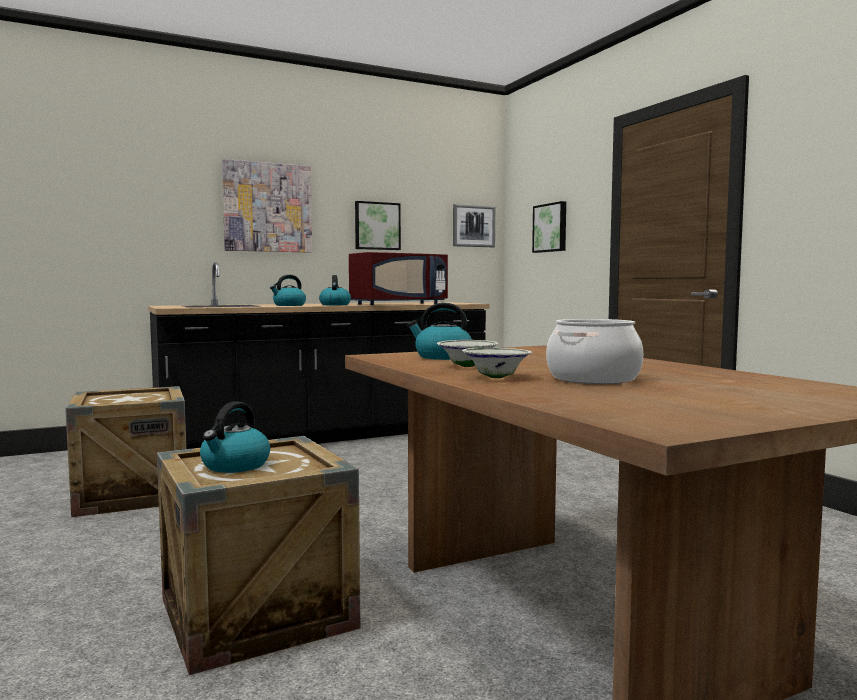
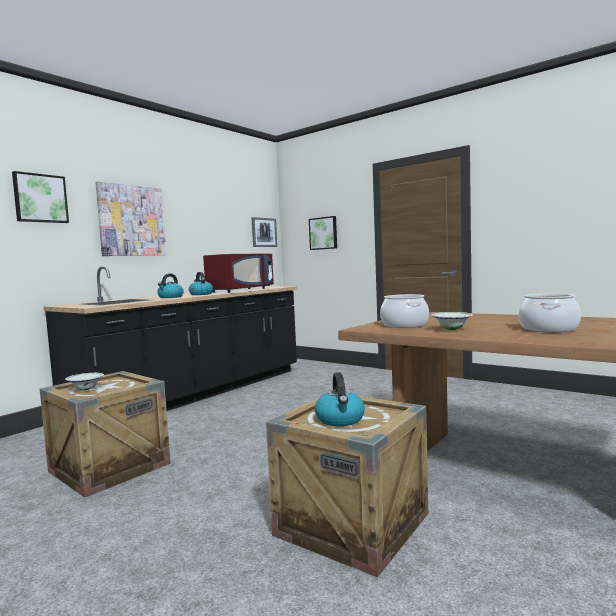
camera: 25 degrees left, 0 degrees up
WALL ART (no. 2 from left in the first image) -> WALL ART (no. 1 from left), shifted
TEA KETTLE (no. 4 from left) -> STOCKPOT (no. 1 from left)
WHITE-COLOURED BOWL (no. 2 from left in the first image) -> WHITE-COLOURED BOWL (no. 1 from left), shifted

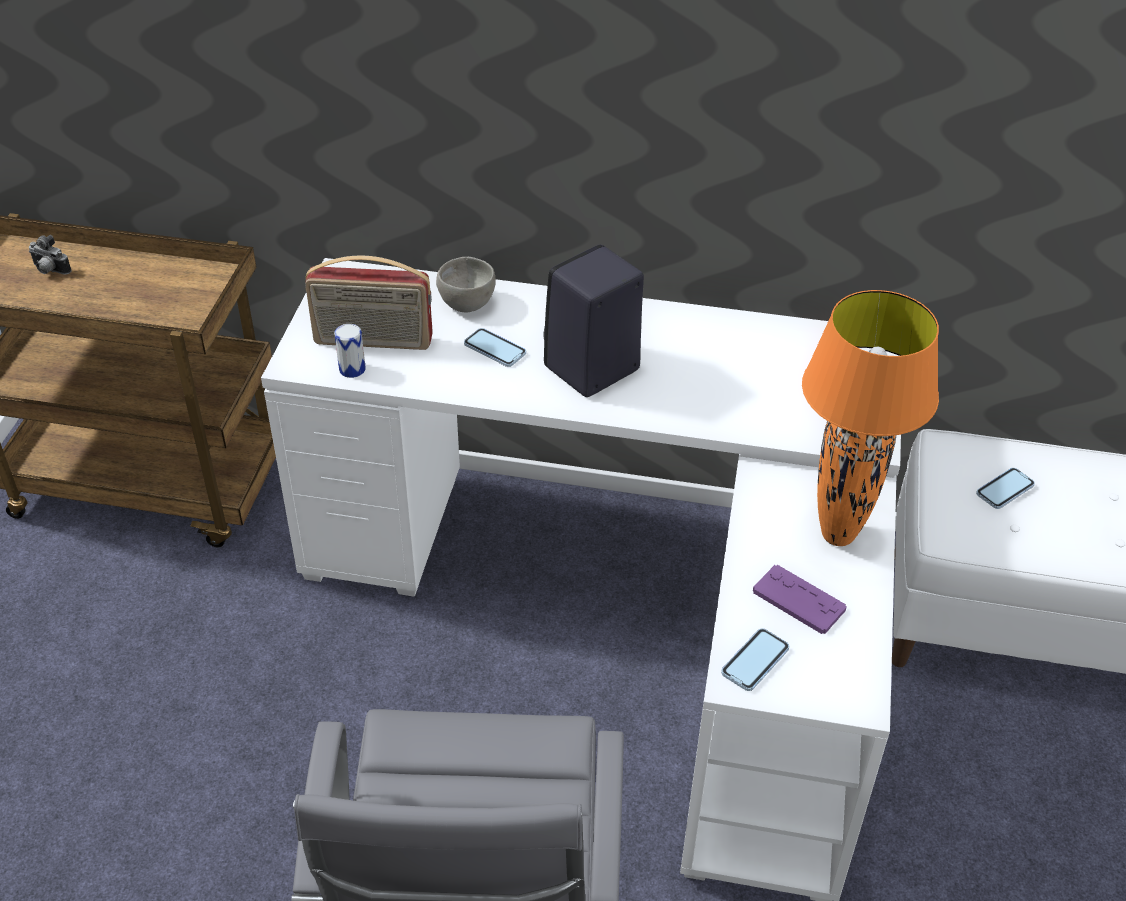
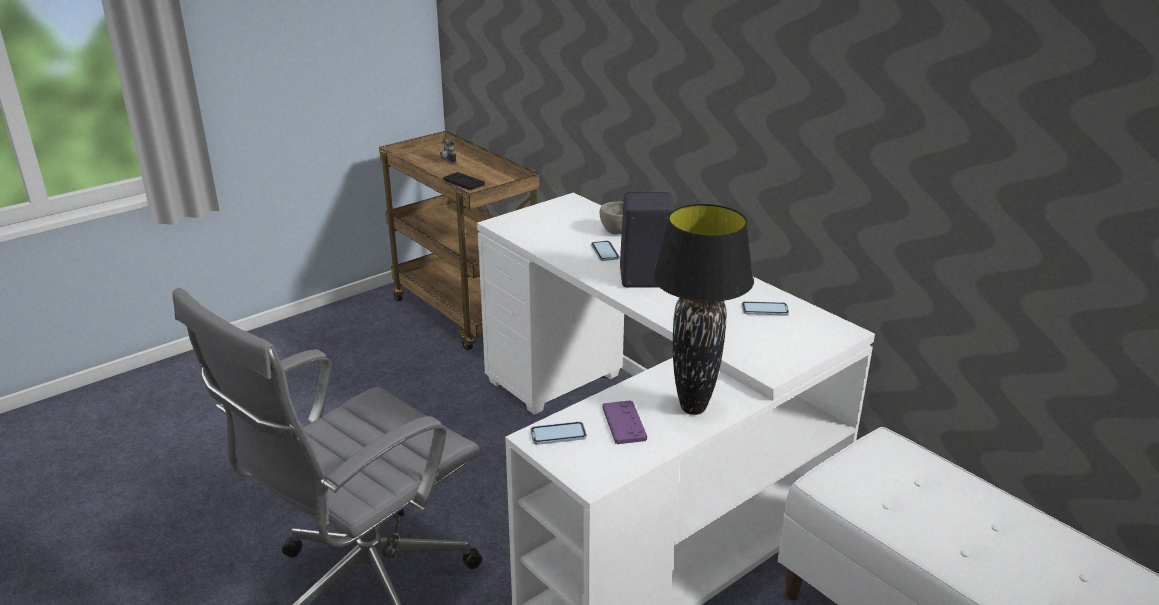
camera: 40 degrees right, 15 degrees down
RADIO RECEIVER -> none
CAN -> none
ORANGEY LAMP FOR A TABLE -> BLACK-COLOURED LAMP FOR A TABLE
PHONE (no. 3 from left), shifted
none -> BLACK-COLOURED JOYPAD

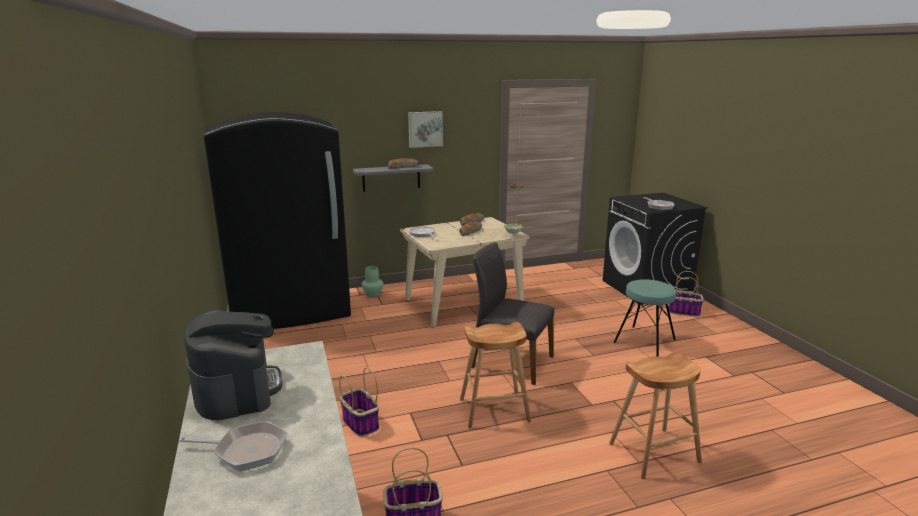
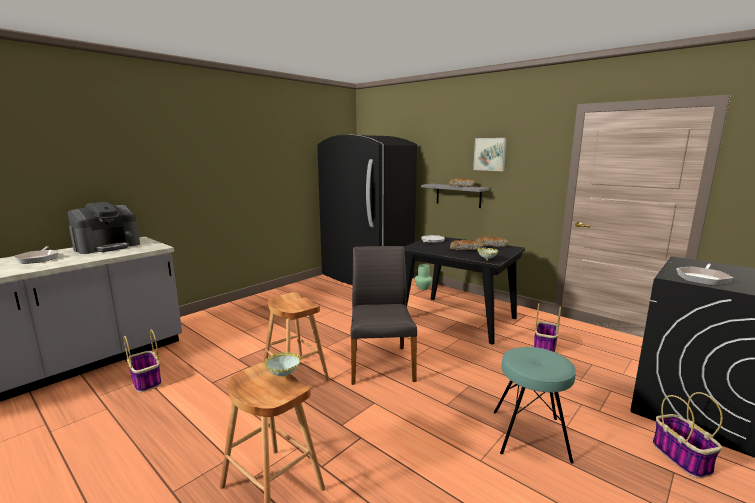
camera: 60 degrees right, 5 degrees down
HOUSEHOLD BASKET (no. 1 from left in the first image) -> HOUSEHOLD BASKET (no. 2 from left), shifted
SAND-COLOURED DINNER TABLE -> BLACK-COLOURED DINNER TABLE
none -> BOWL (no. 1 from left)

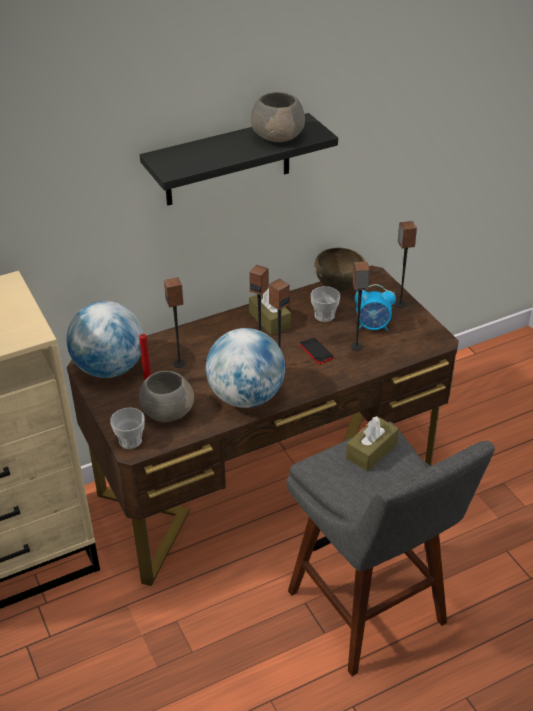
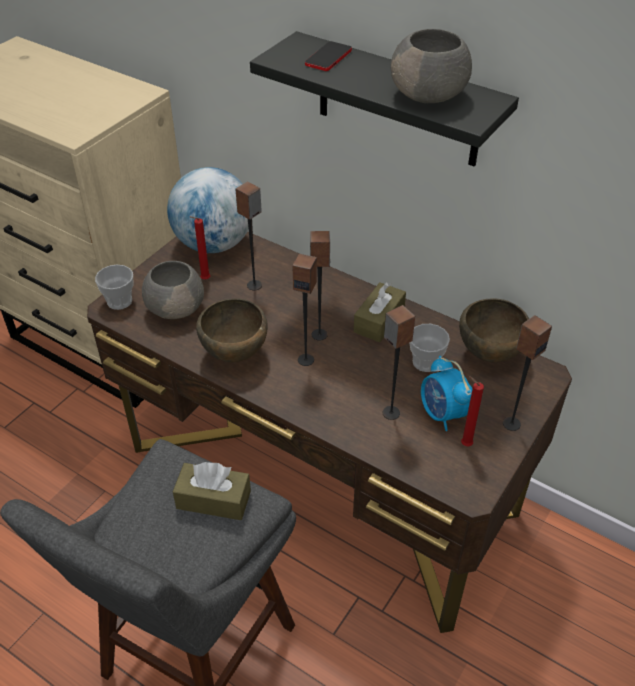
camera: 60 degrees right, 5 degrees up
GLOBE (no. 2 from left) -> BROWN-COLOURED BOWL (no. 1 from left)
PHONE, shifted
none -> REDDISH WAX LIGHT (no. 2 from left)

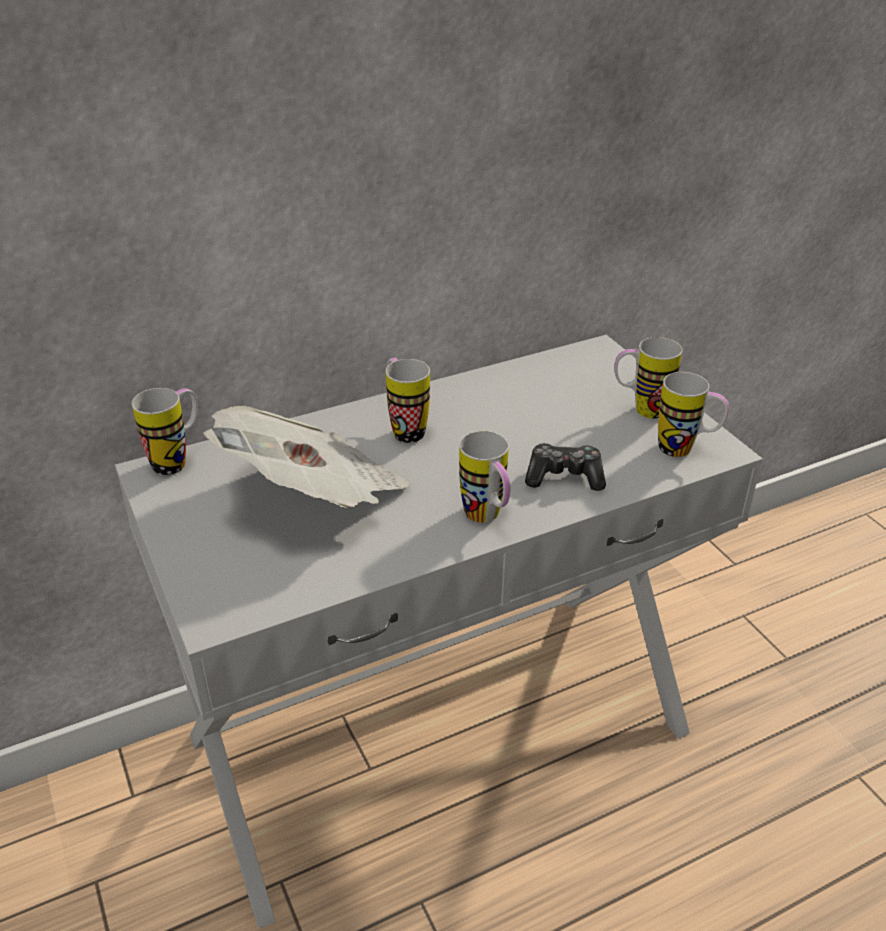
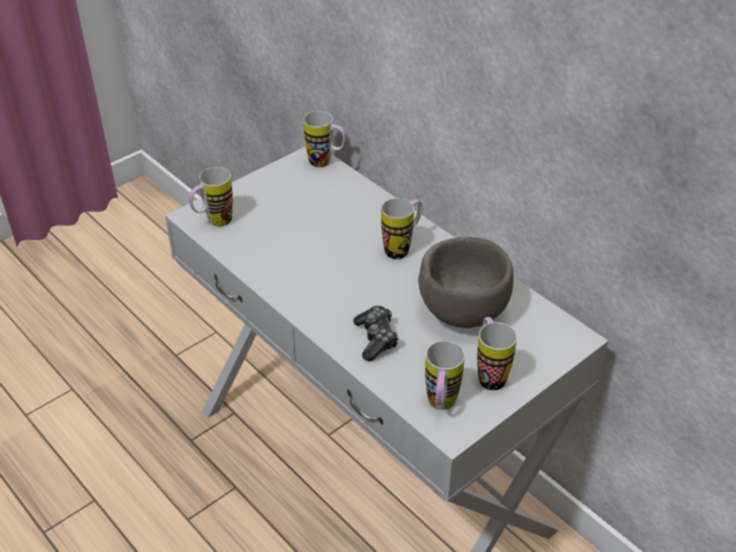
camera: 75 degrees right, 5 degrees up
PRINTED PAPER -> none
MUG (no. 3 from left in the first image) -> MUG (no. 1 from left), shifted
none -> BROWN-COLOURED BOWL

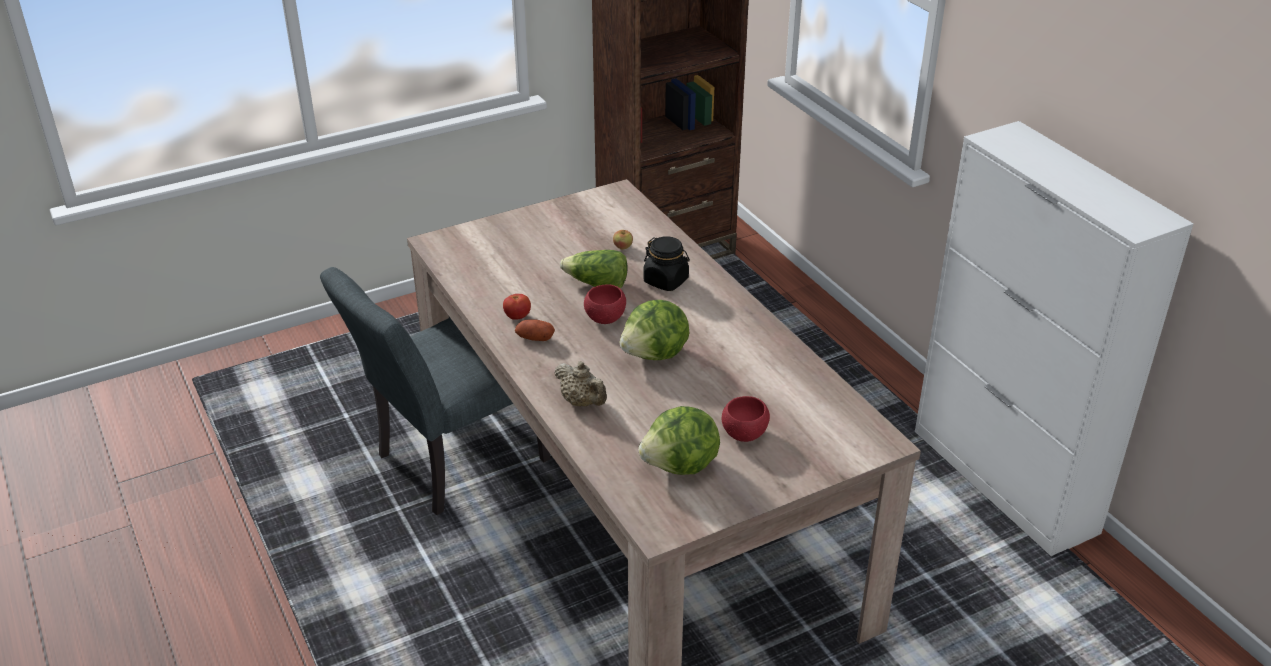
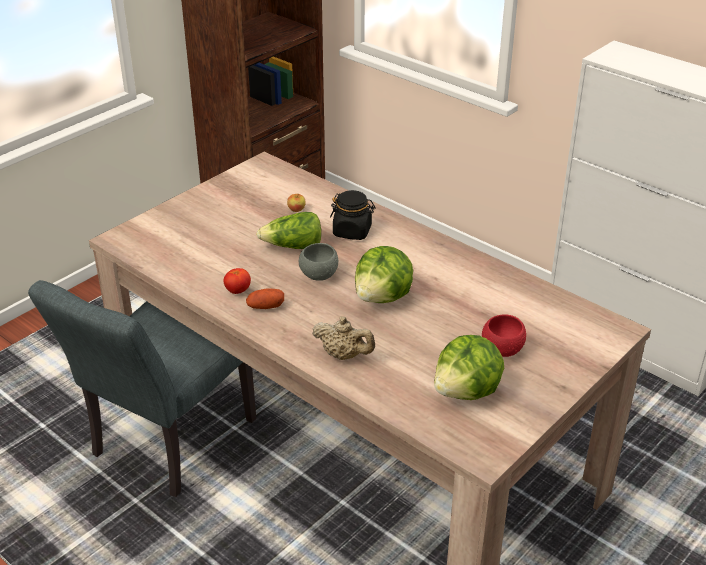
camera: 20 degrees left, 0 degrees up
REDDISH BOWL (no. 1 from left) -> GRAY BOWL

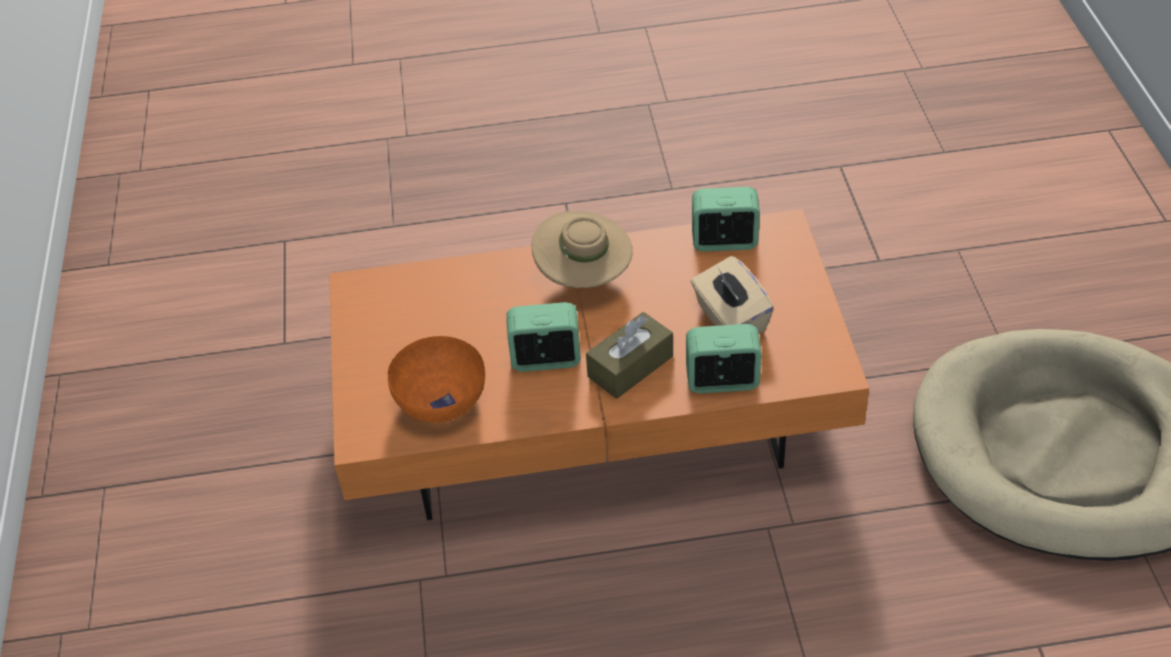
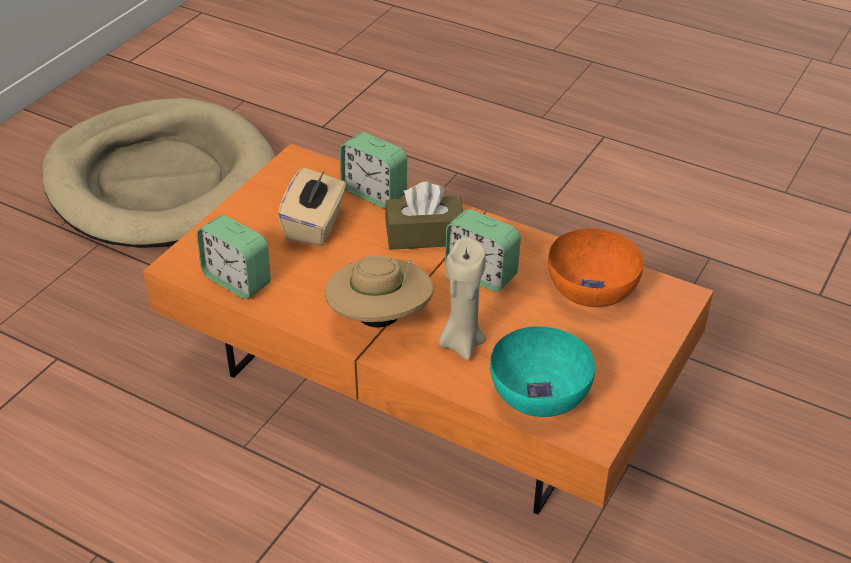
camera: 145 degrees left, 5 degrees down
none -> SAND-COLOURED WAX LIGHT
none -> TURQUOISE-COLOURED BOWL

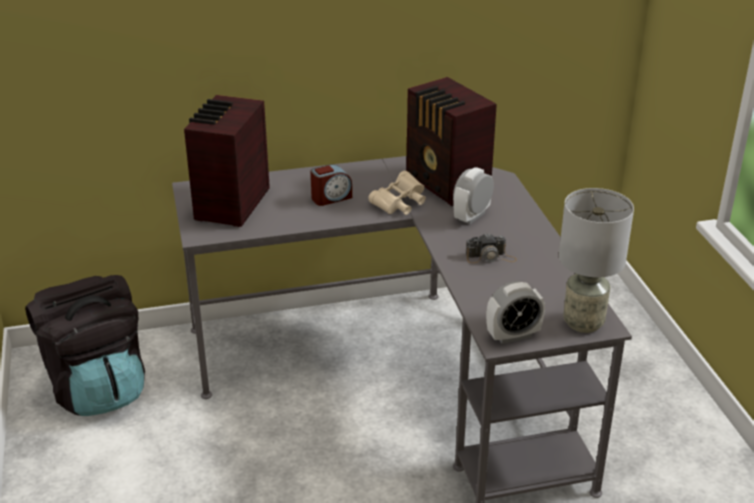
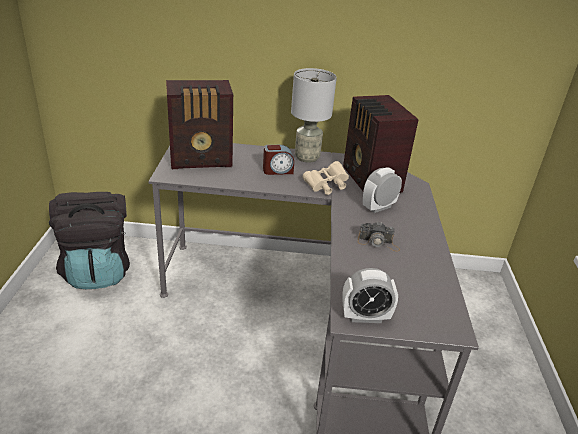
camera: 15 degrees right, 0 degrees up
RADIO RECEIVER (no. 1 from left), 135 degrees counterclockwise
GRAY LAMP FOR A TABLE, shifted

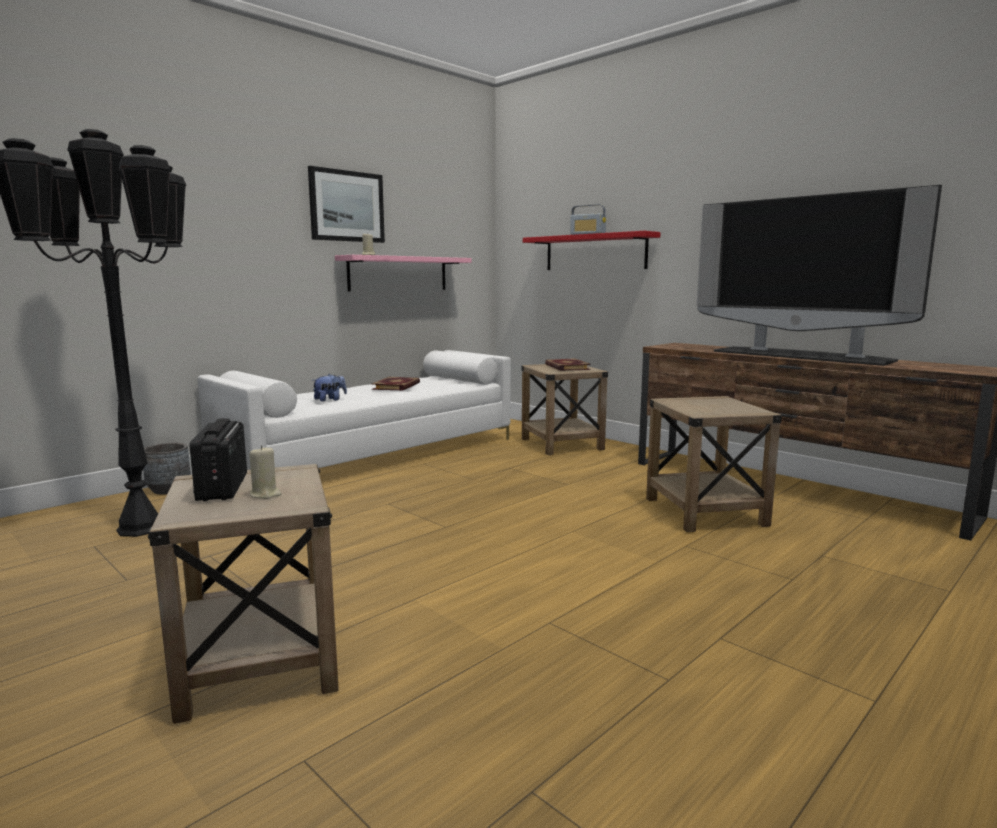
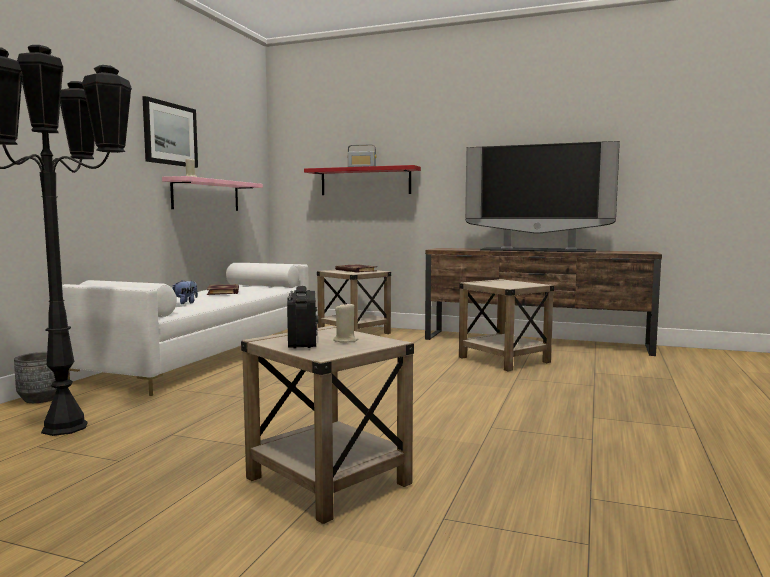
camera: 25 degrees left, 5 degrees down
RADIO RECEIVER (no. 1 from left), 150 degrees counterclockwise

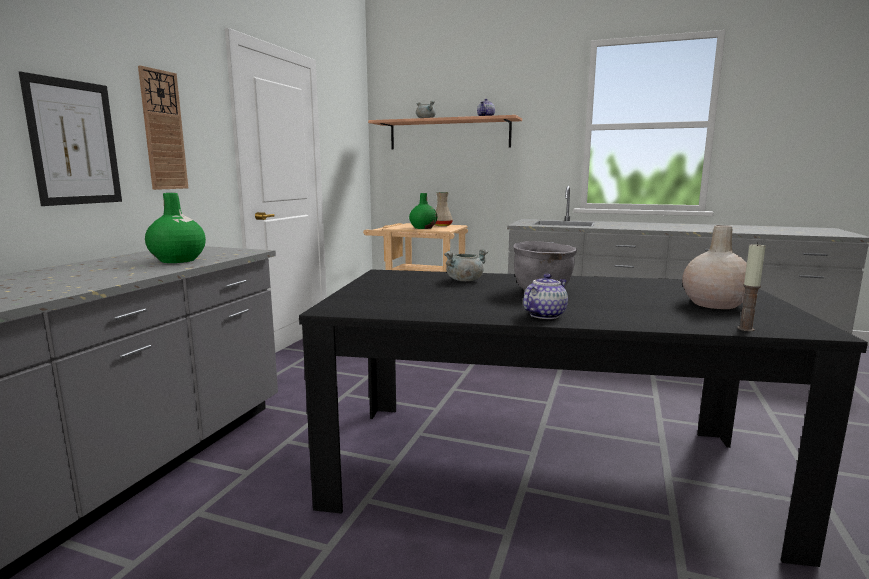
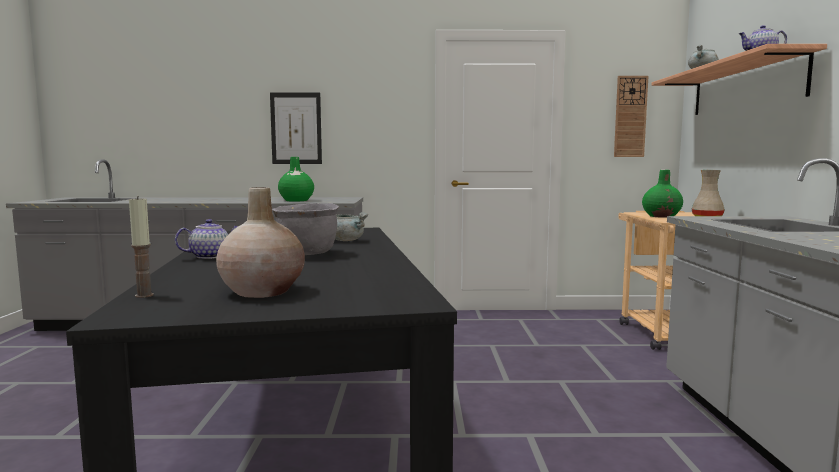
camera: 70 degrees right, 5 degrees down
HANGING CLOCK, shifted
TEAPOT (no. 2 from left in the first image) -> TEAPOT (no. 1 from left), 60 degrees counterclockwise

